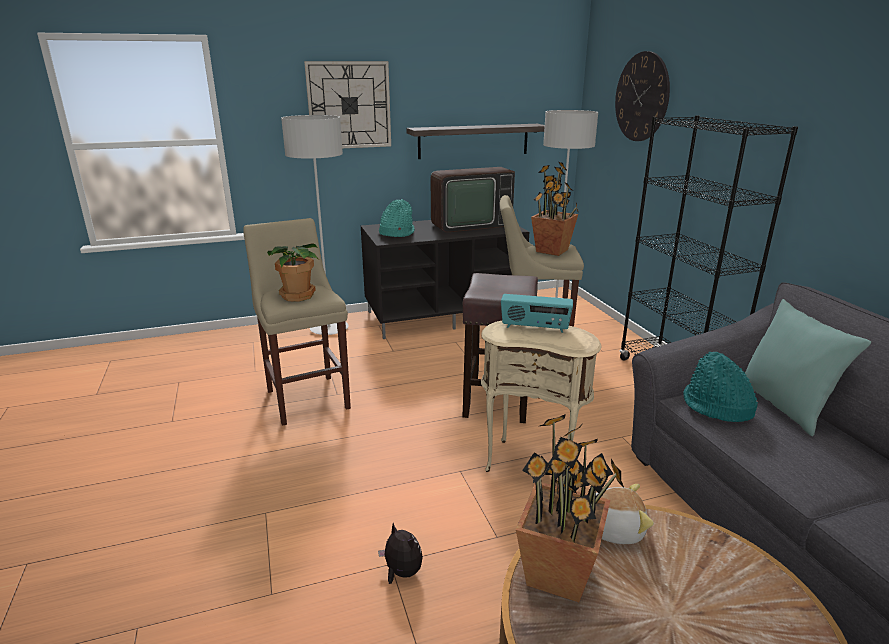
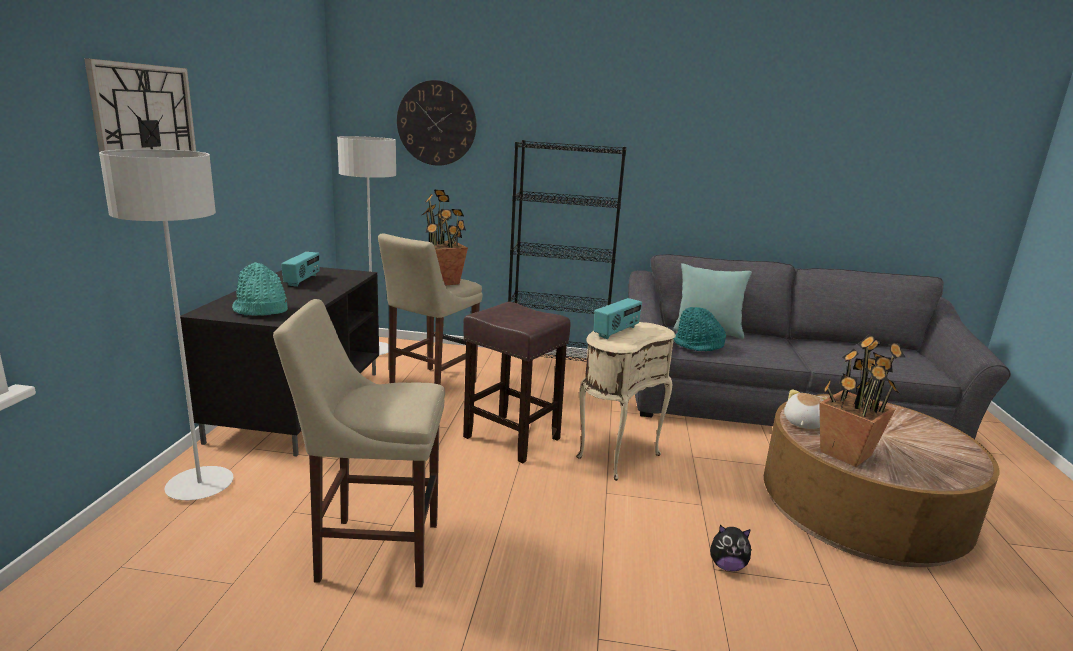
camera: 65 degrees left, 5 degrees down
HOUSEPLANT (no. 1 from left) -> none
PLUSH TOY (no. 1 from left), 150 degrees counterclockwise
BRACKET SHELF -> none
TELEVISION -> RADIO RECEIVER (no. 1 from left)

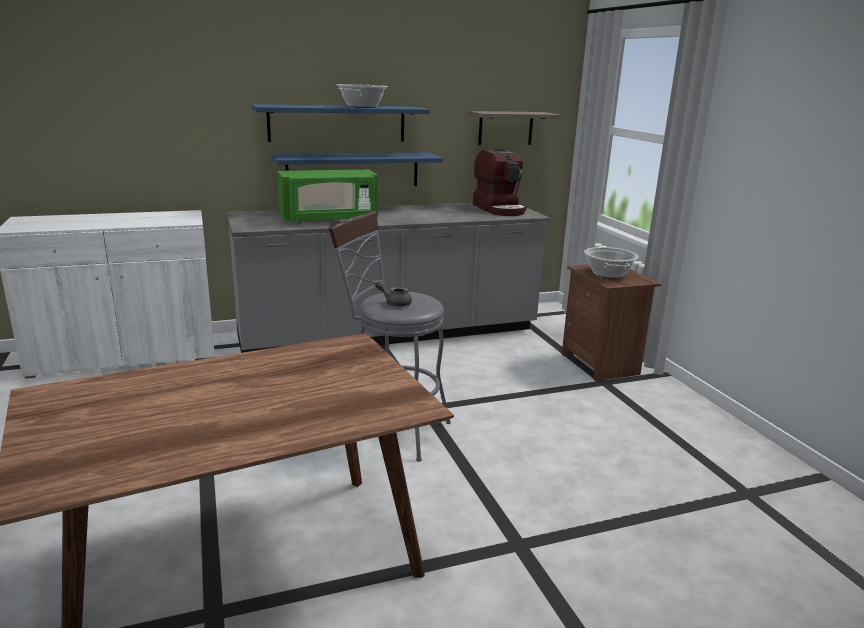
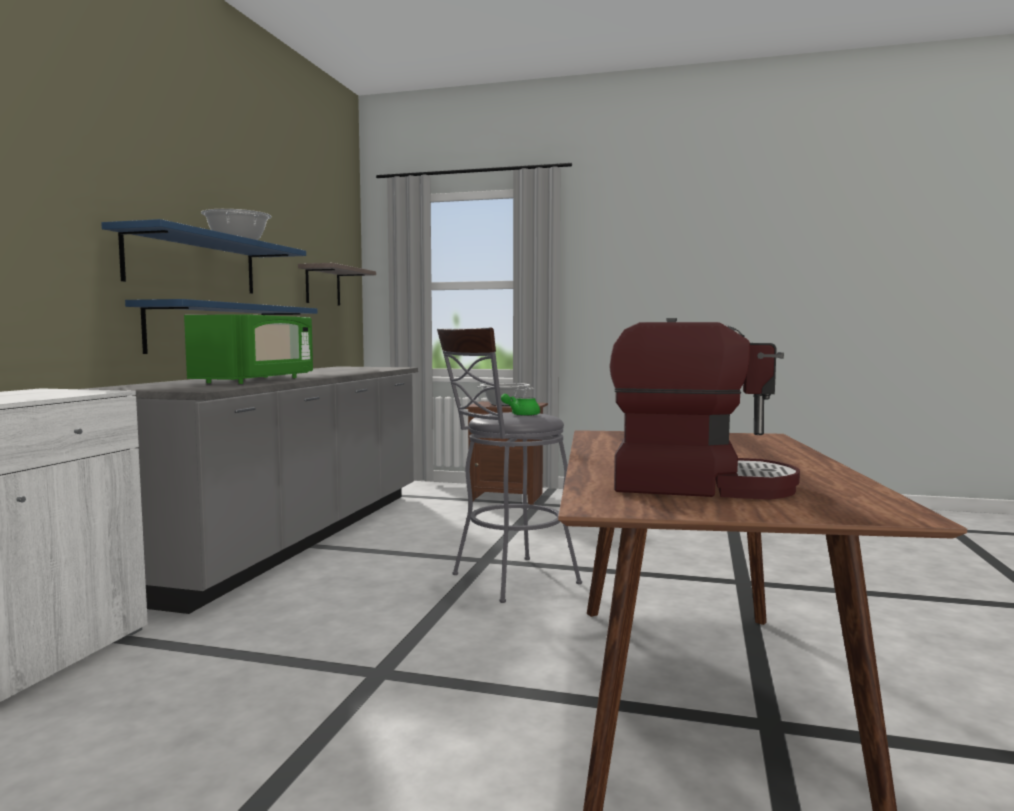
camera: 55 degrees left, 15 degrees down
GRAY TEAPOT -> GREEN-COLOURED TEAPOT
COFFEE BREWER, shifted

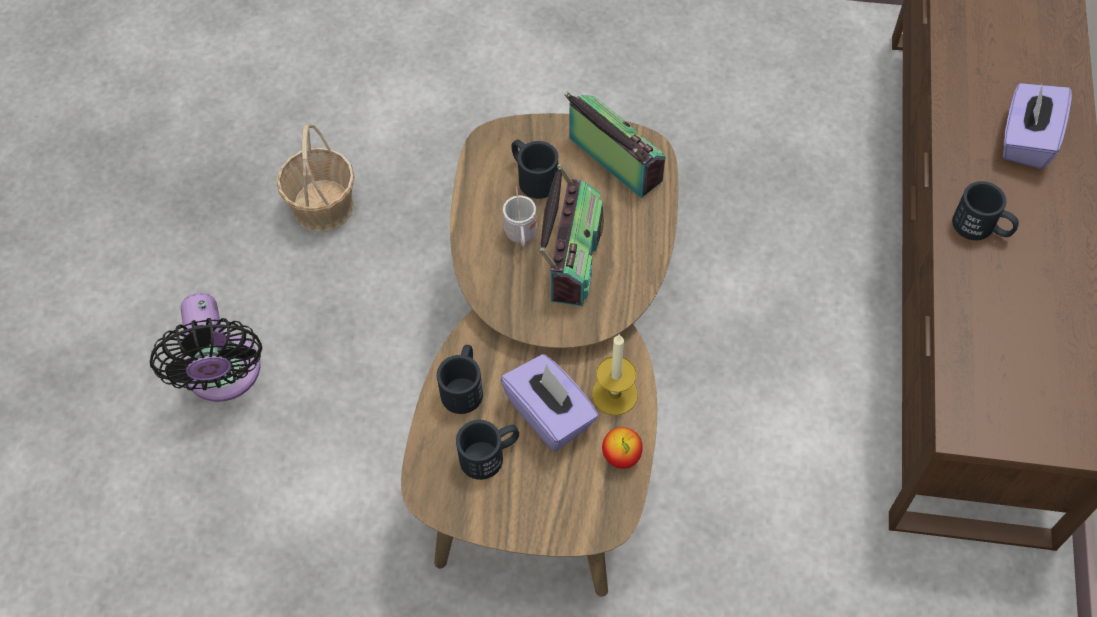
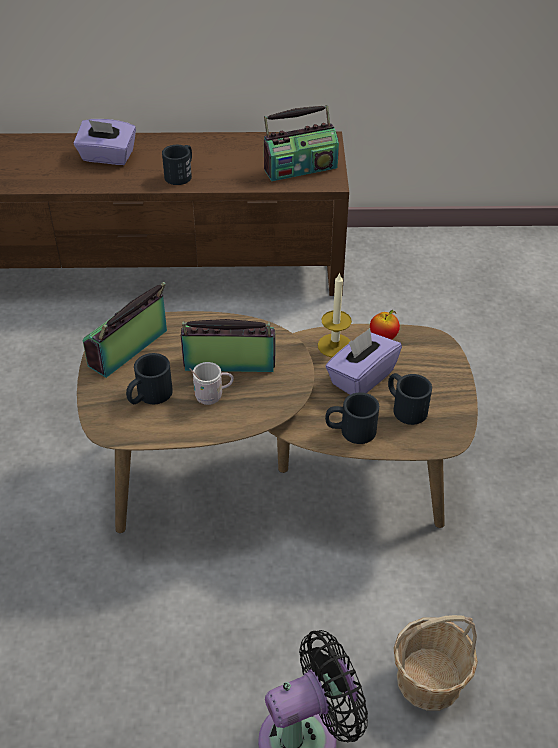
camera: 100 degrees left, 15 degrees down
HOUSEHOLD BASKET, shifted
none -> RADIO RECEIVER (no. 3 from left)

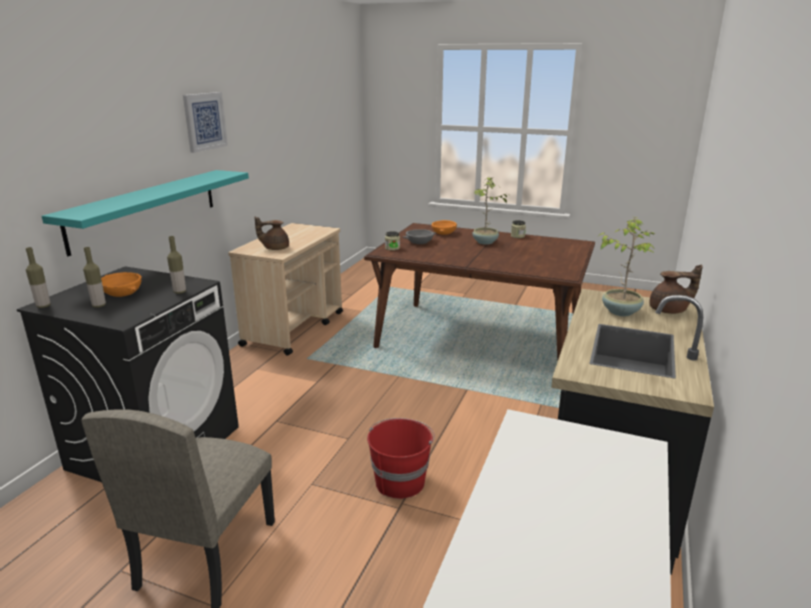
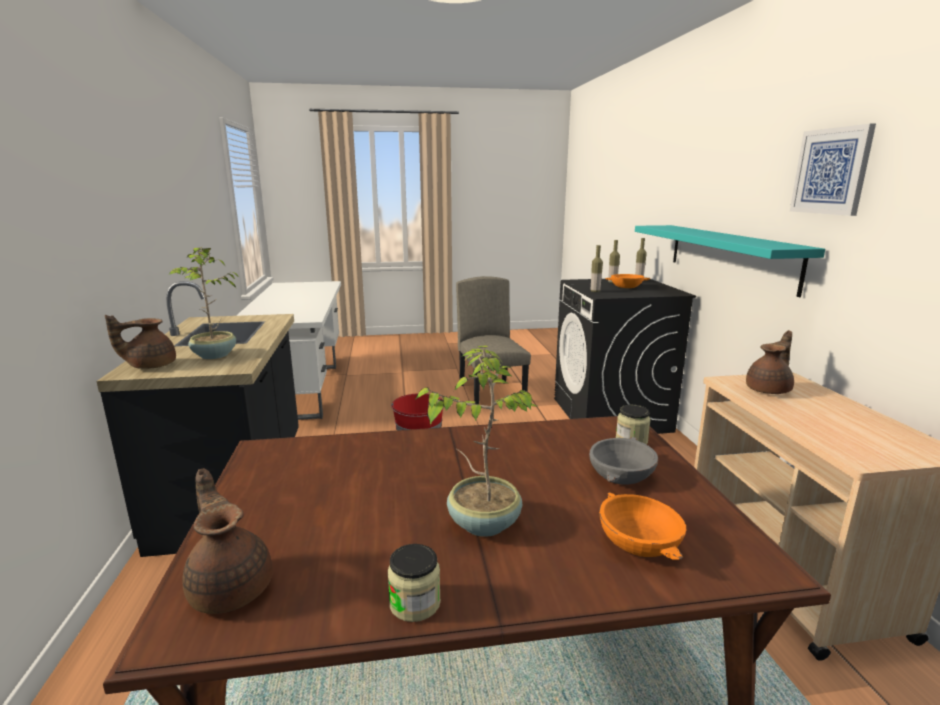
camera: 150 degrees right, 5 degrees down
none -> BROWN-COLOURED TEAPOT (no. 2 from left)

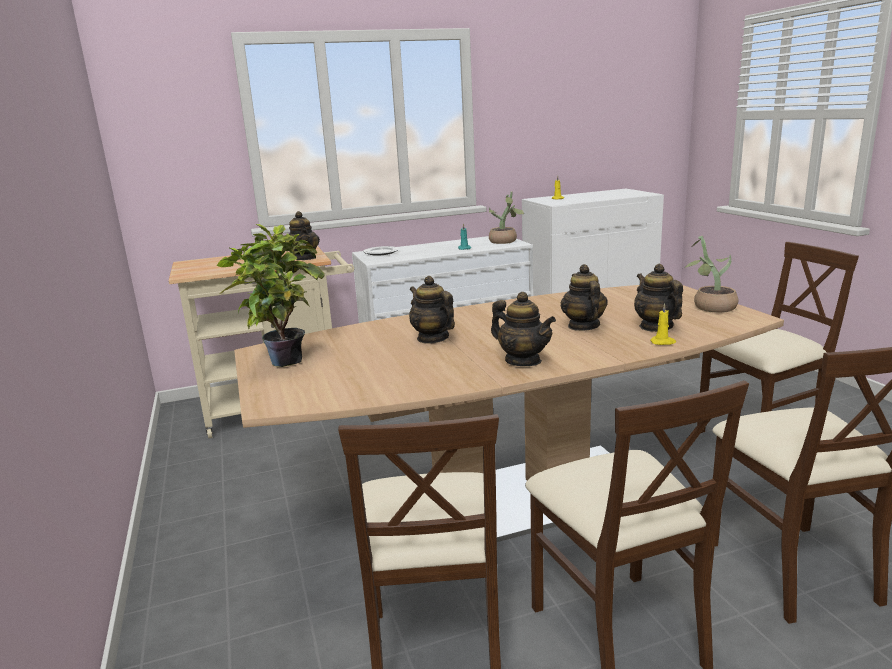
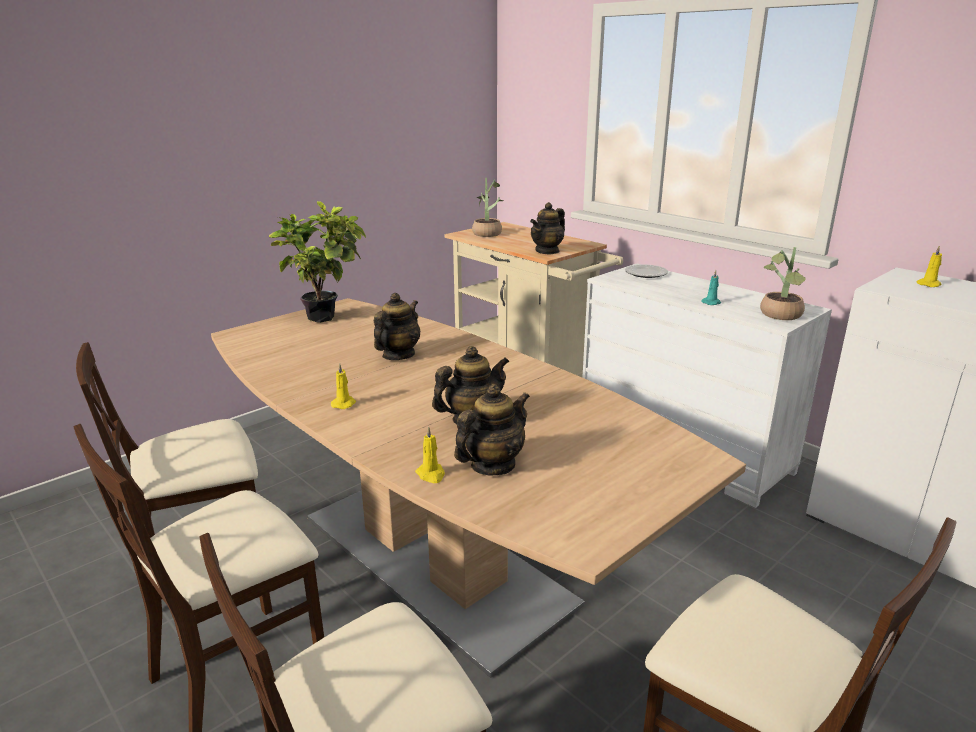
camera: 65 degrees right, 5 degrees up
TEAPOT (no. 3 from left) -> YELLOW-COLOURED WAX LIGHT (no. 1 from left)
HOUSEPLANT (no. 3 from left in the first image) -> HOUSEPLANT (no. 2 from left), shifted

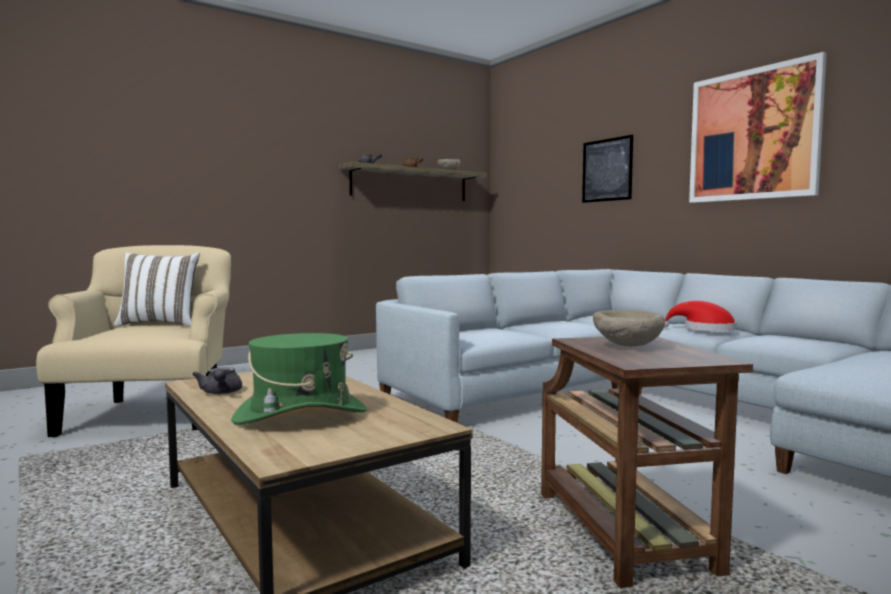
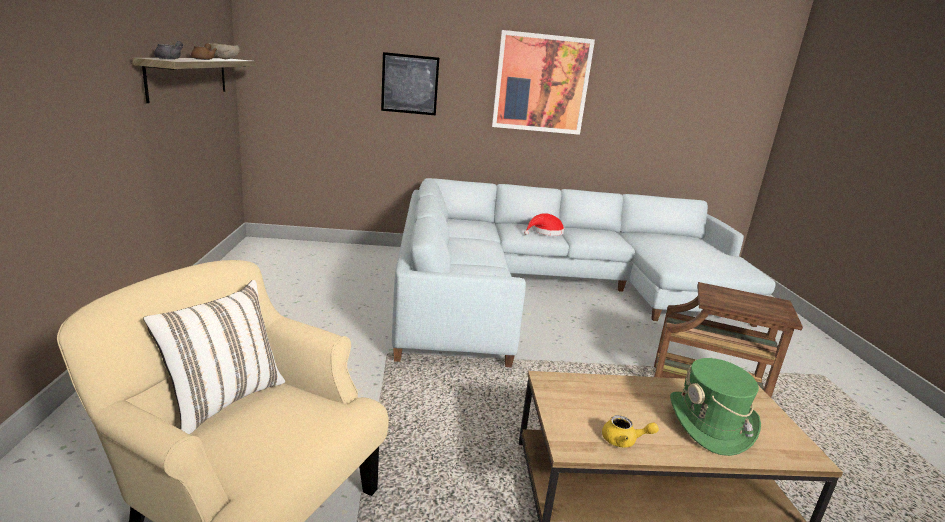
camera: 60 degrees left, 15 degrees up
GRAY TEAPOT (no. 1 from left) -> YELLOW-COLOURED TEAPOT
SAND-COLOURED BOWL (no. 2 from left) -> none

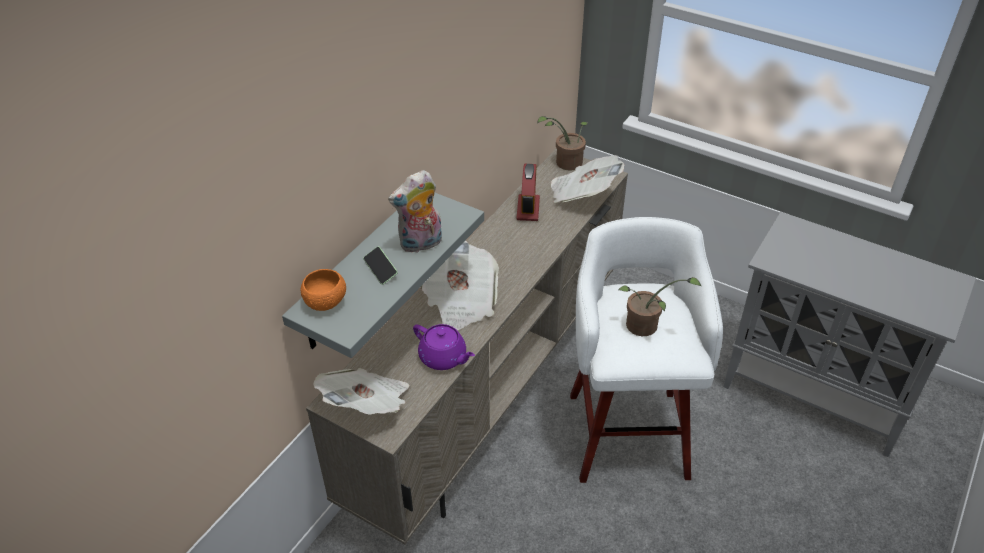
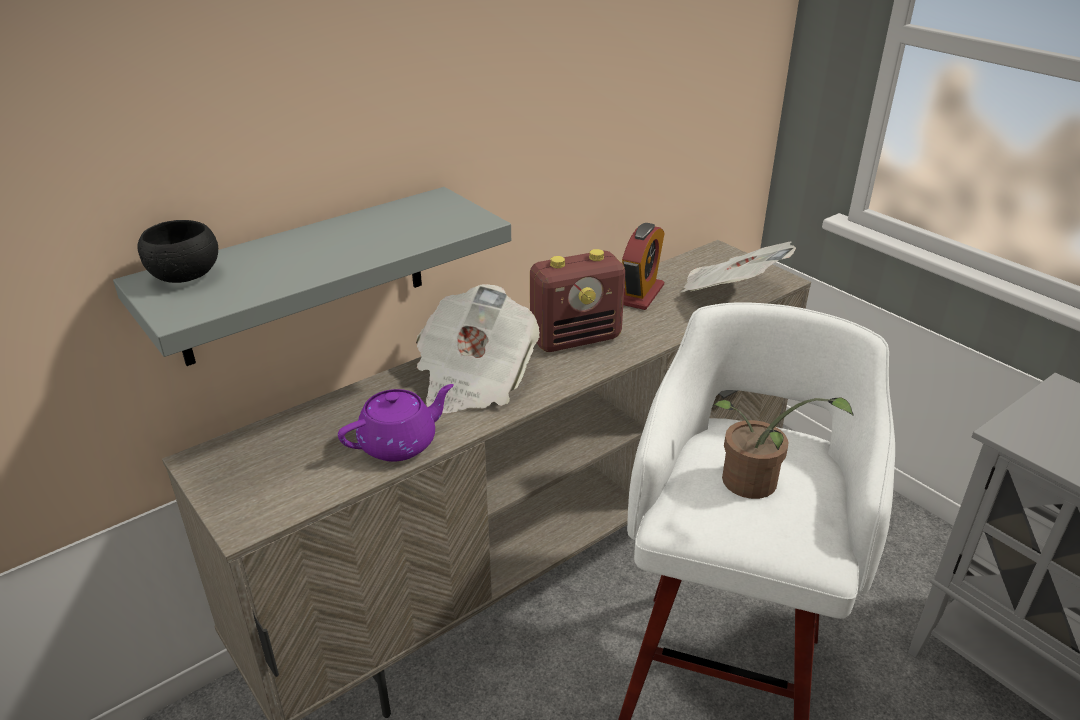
camera: 20 degrees right, 10 degrees down
ORANGEY BOWL -> BLACK-COLOURED BOWL
PRINTED PAPER (no. 1 from left) -> none
PHONE -> none
PLUSH TOY -> none
PURPLE TEAPOT, 90 degrees counterclockwise
HOUSEPLANT (no. 1 from left) -> none
none -> RADIO RECEIVER

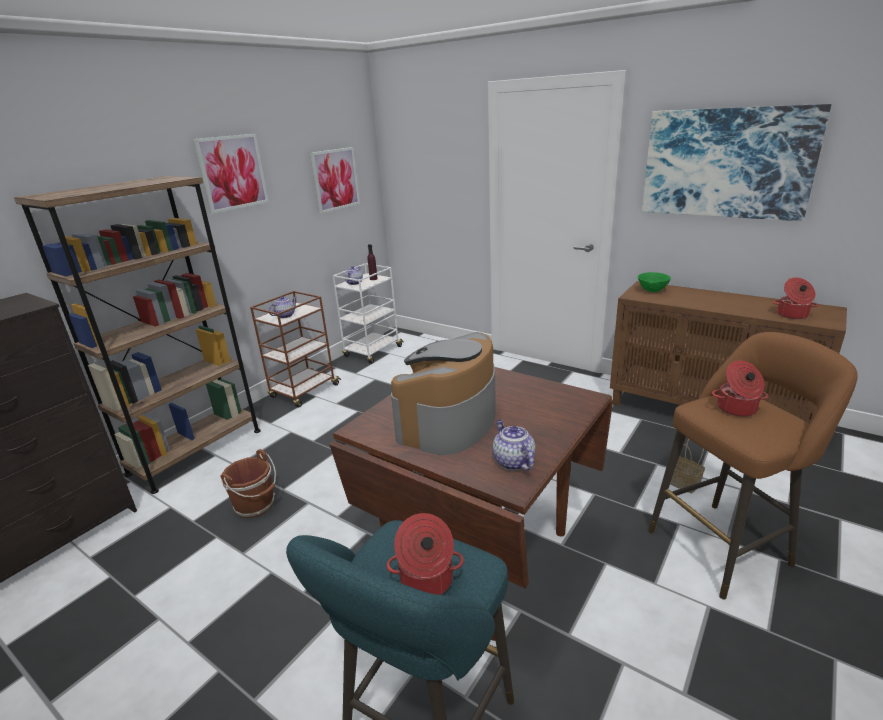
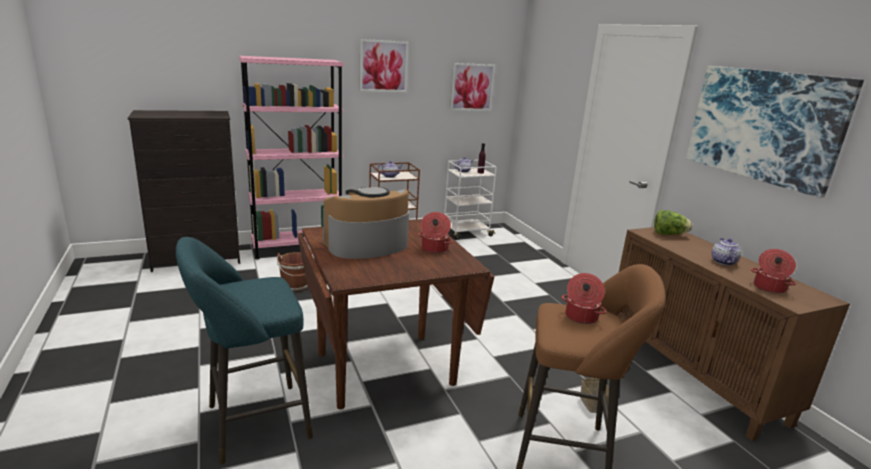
camera: 30 degrees right, 5 degrees down
BROWN-COLOURED BOOKSHELF -> PINKISH BOOKSHELF
STOCKPOT (no. 1 from left), shifted
TEAPOT (no. 3 from left), shifted
GREEN-COLOURED BOWL -> LETTUCE

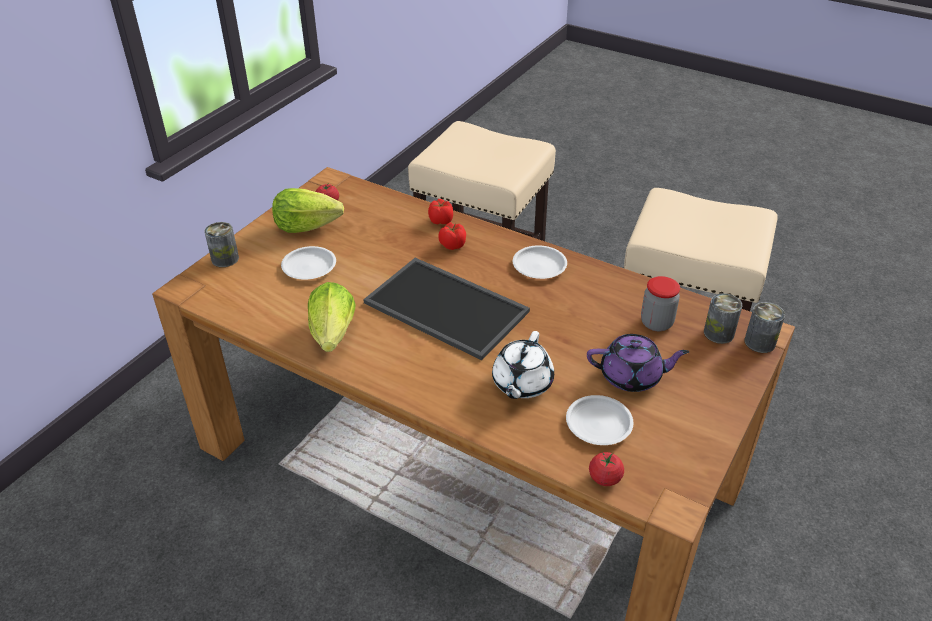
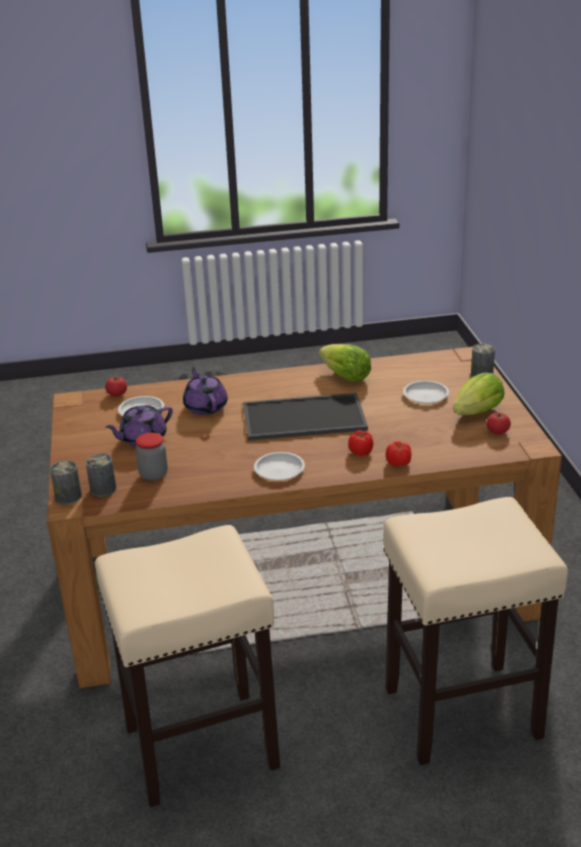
camera: 140 degrees right, 10 degrees down
WHITE-COLOURED TEAPOT -> PURPLE TEAPOT (no. 2 from left)

